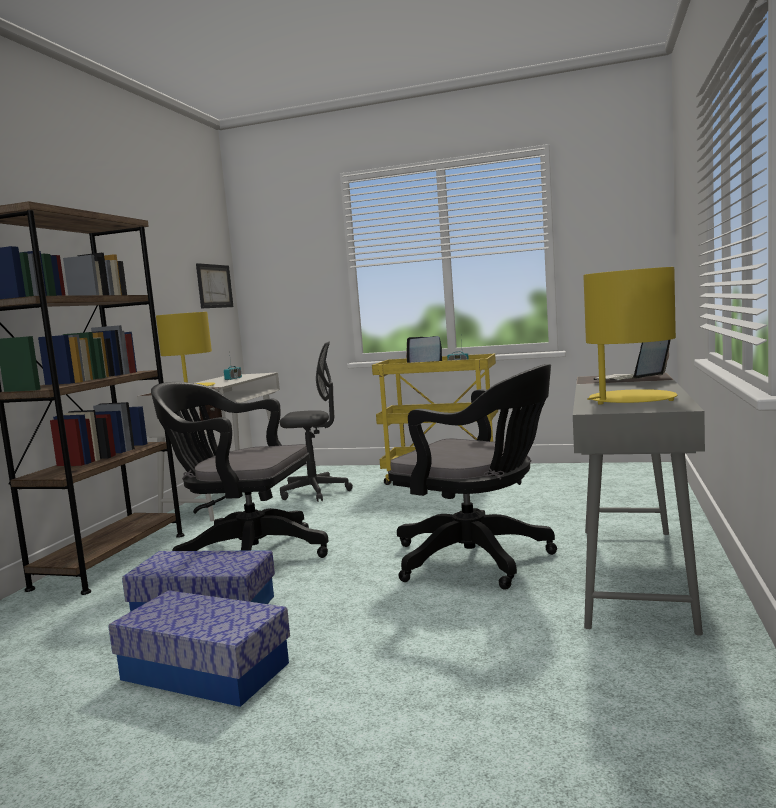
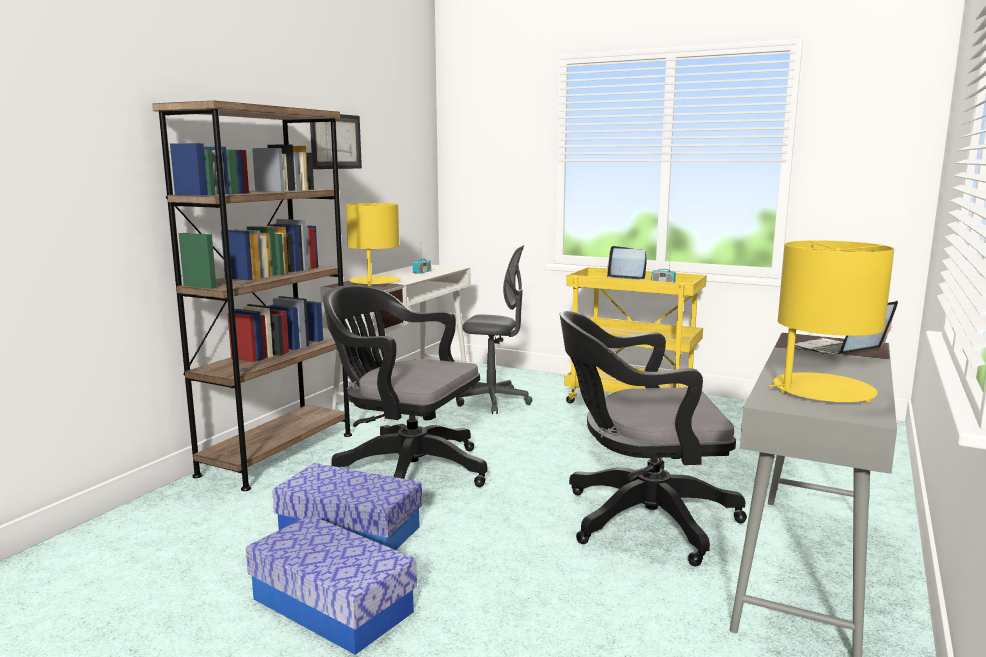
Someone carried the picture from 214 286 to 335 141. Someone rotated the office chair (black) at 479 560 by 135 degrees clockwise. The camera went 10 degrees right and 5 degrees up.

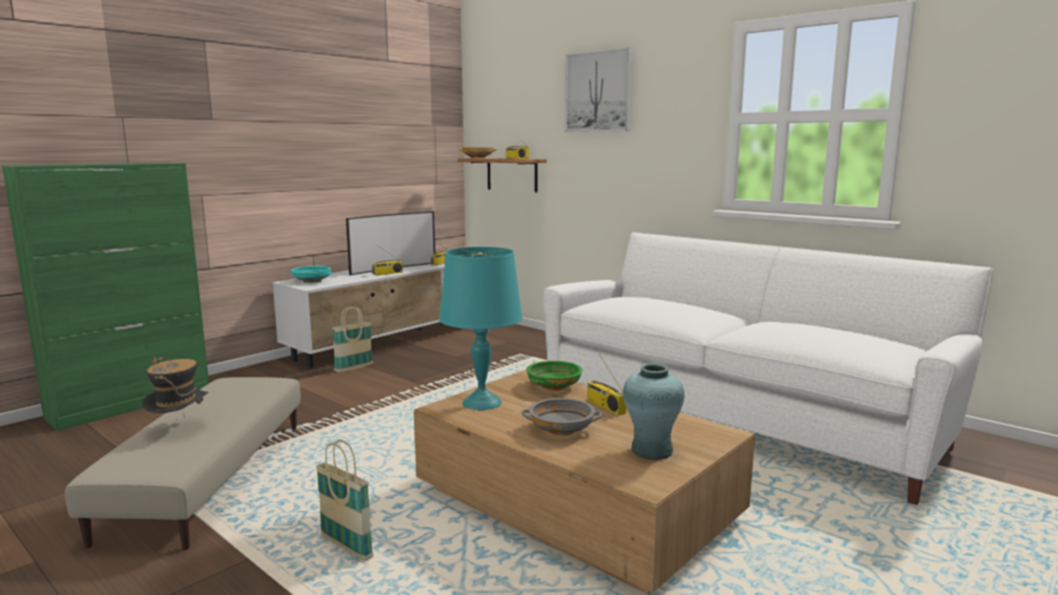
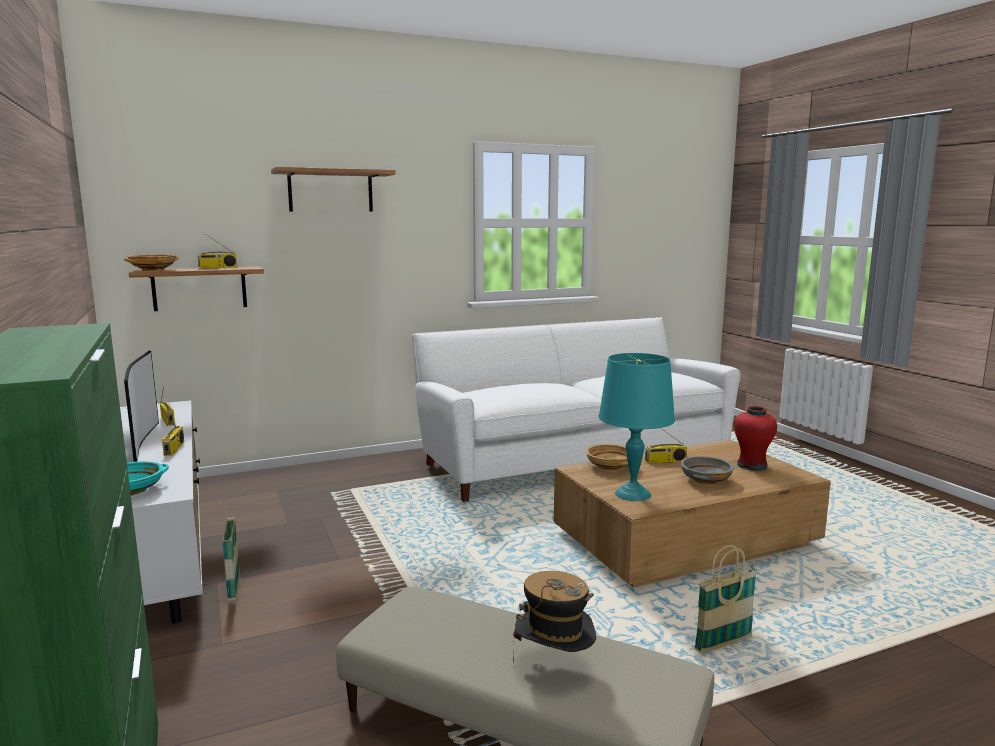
Someone swapped the picture at 598 91 for the shelf at 330 191. Someone repainted the bowl (green) at 554 386, which became the bowl (beige) at 609 466. Someone repainted the vase (turquoise) at 651 451, which became the vase (red) at 752 466. The camera went 65 degrees left and 0 degrees up.

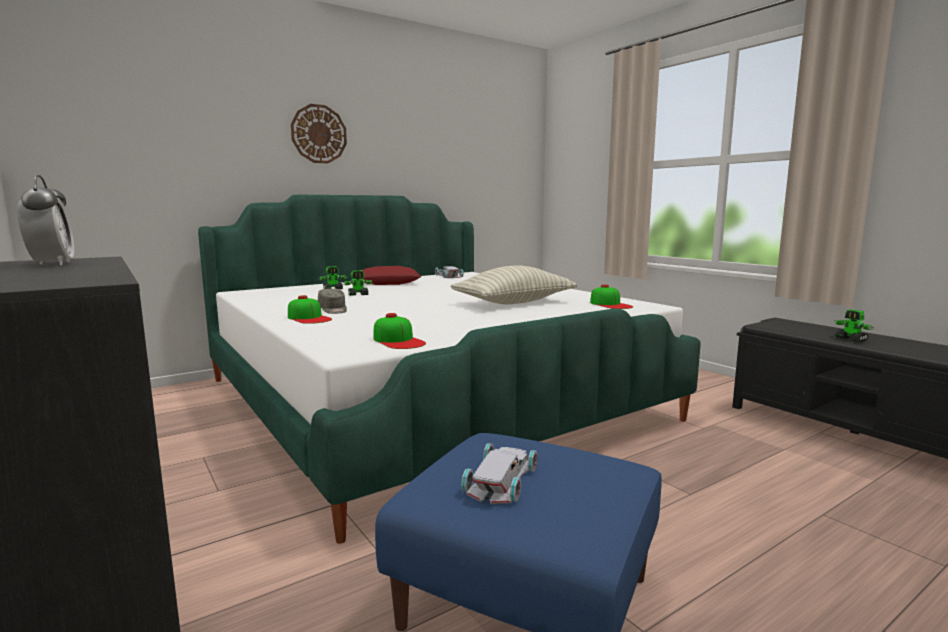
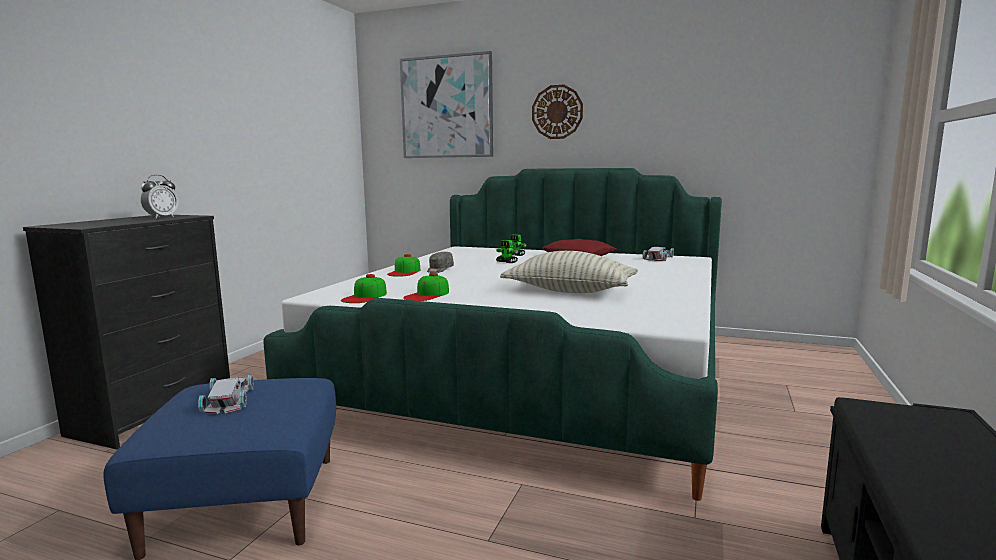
Someone rotated the toy car (white) at 502 480 by 90 degrees counterclockwise. Someone put up the picture at 447 107. Someone carried the cap from 610 304 to 427 295. Someone took away the toy robot at 851 339. The camera went 55 degrees right and 0 degrees up.

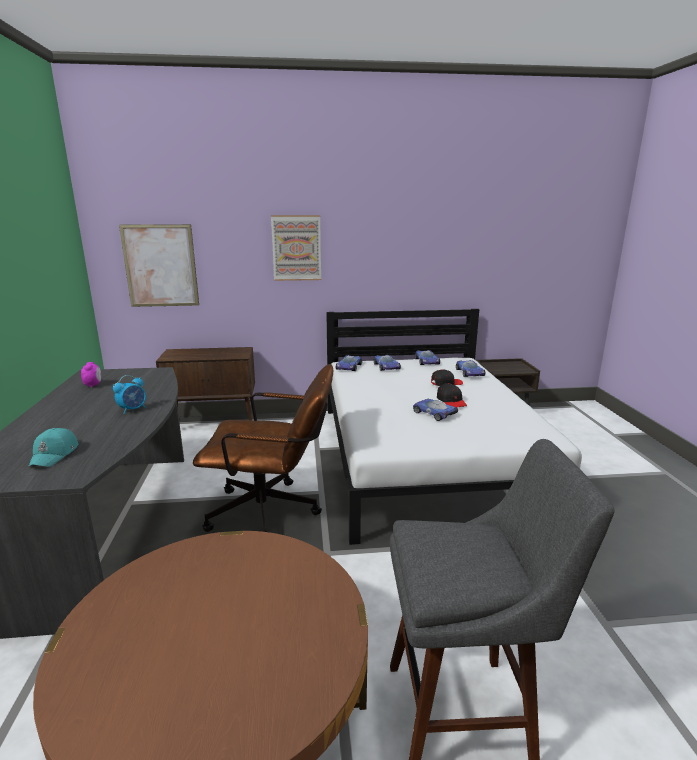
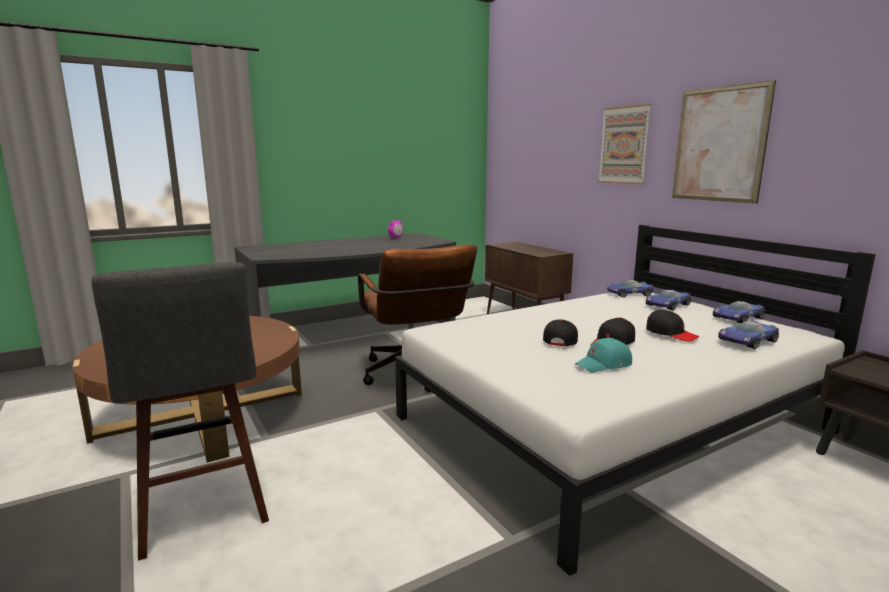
Someone swapped the toy car at 433 413 for the cap (black) at 560 340. Someone carried the cap (turquoise) from 55 454 to 604 365. Someone carried the picture from 160 266 to 719 144. Someone took away the alarm clock at 133 409. The camera went 65 degrees right and 5 degrees down.

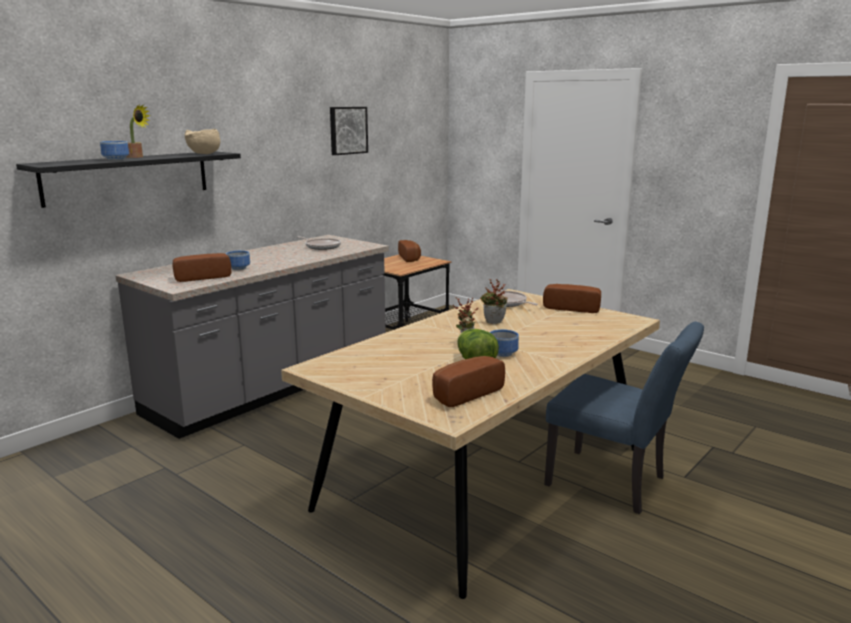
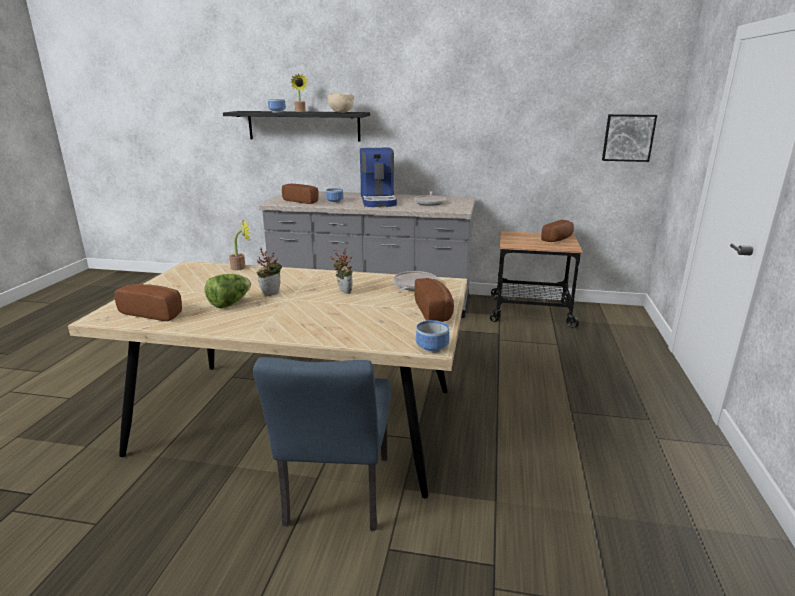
Someone put down the potted plant at 241 267. Someone put down the coffee machine at 379 201. Someone carried the bowl from 502 353 to 432 347. Someone carried the picture from 347 130 to 628 137. The camera went 60 degrees right and 5 degrees up.

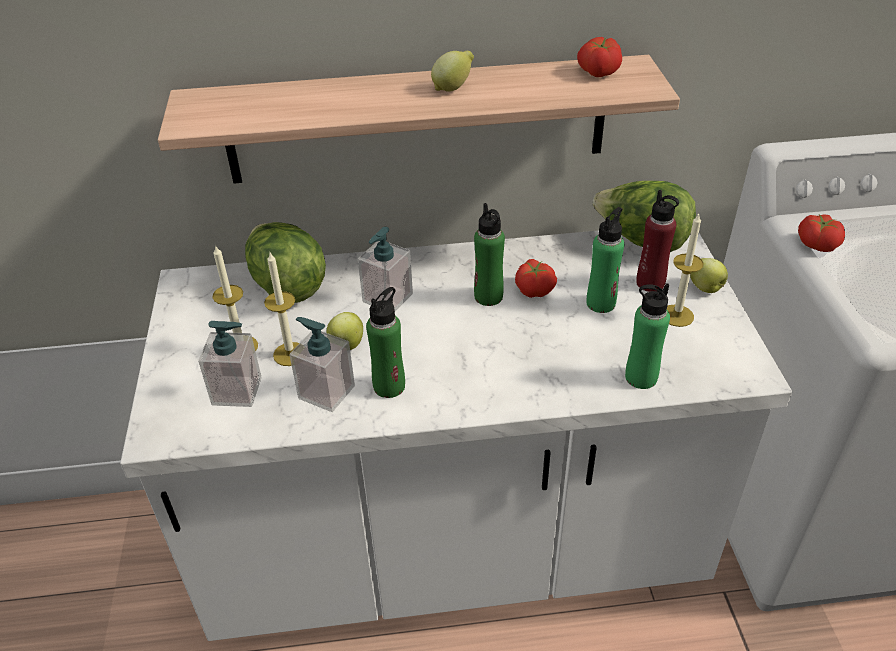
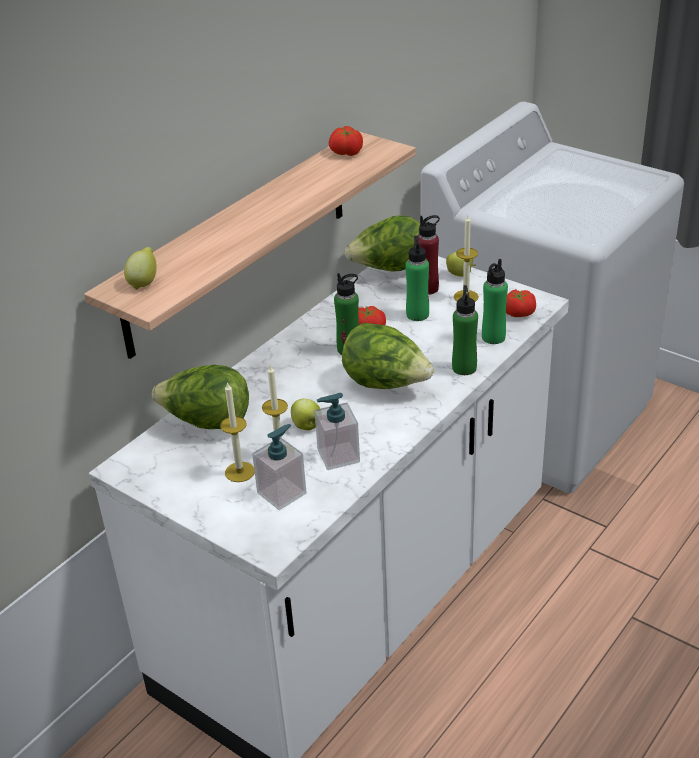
Someone carried the lemon from 453 88 to 144 282. Someone put down the lettuce at 386 384. Someone carried the bottle (green) from 389 386 to 464 368. Someone carried the tomato from 817 244 to 518 312. Someone took away the soap dispenser at 387 298. The camera went 45 degrees left and 5 degrees down.

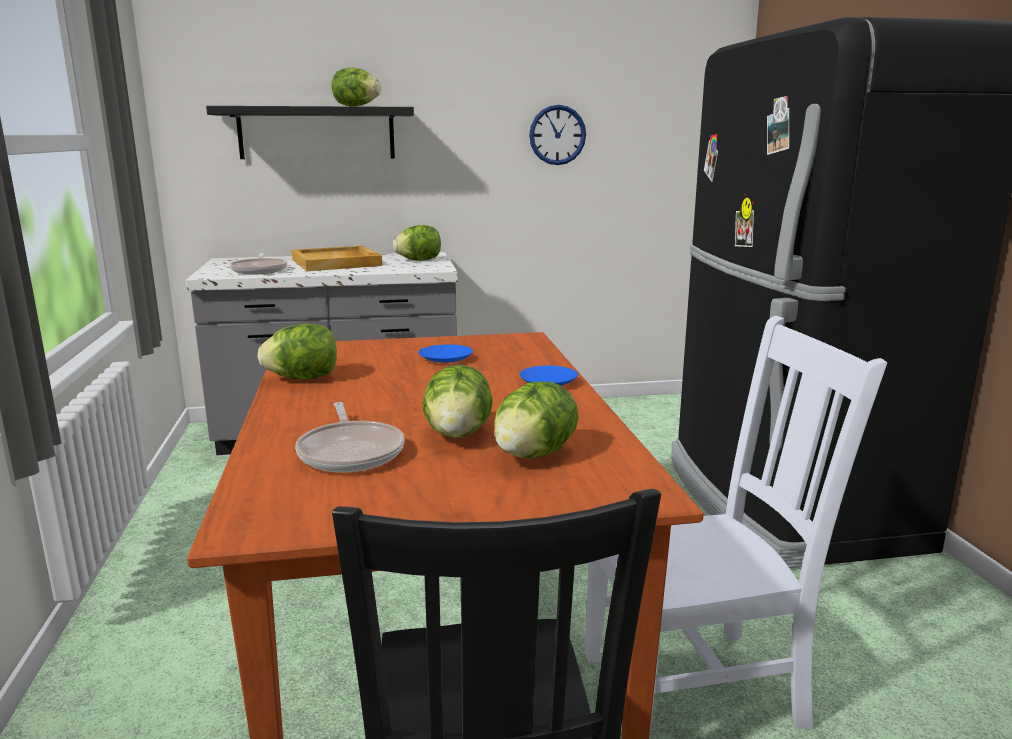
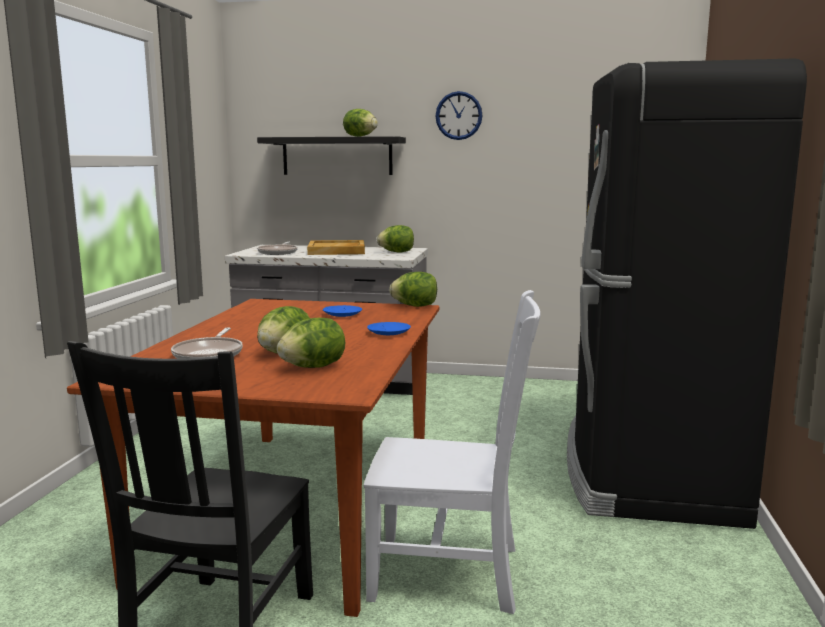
Someone carried the lettuce from 303 378 to 415 306. Someone carried the wall clock from 557 135 to 458 115. The camera went 20 degrees right and 5 degrees down.

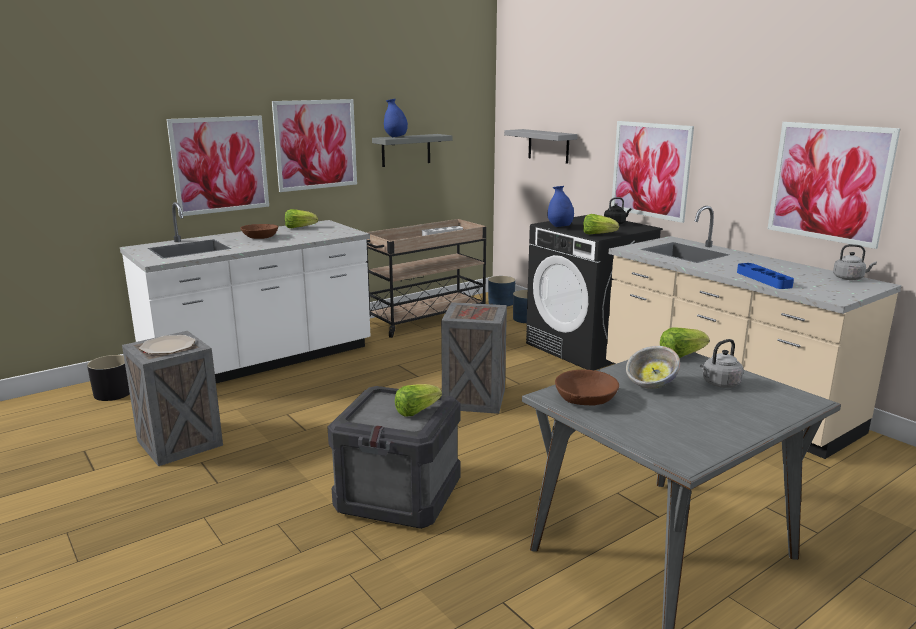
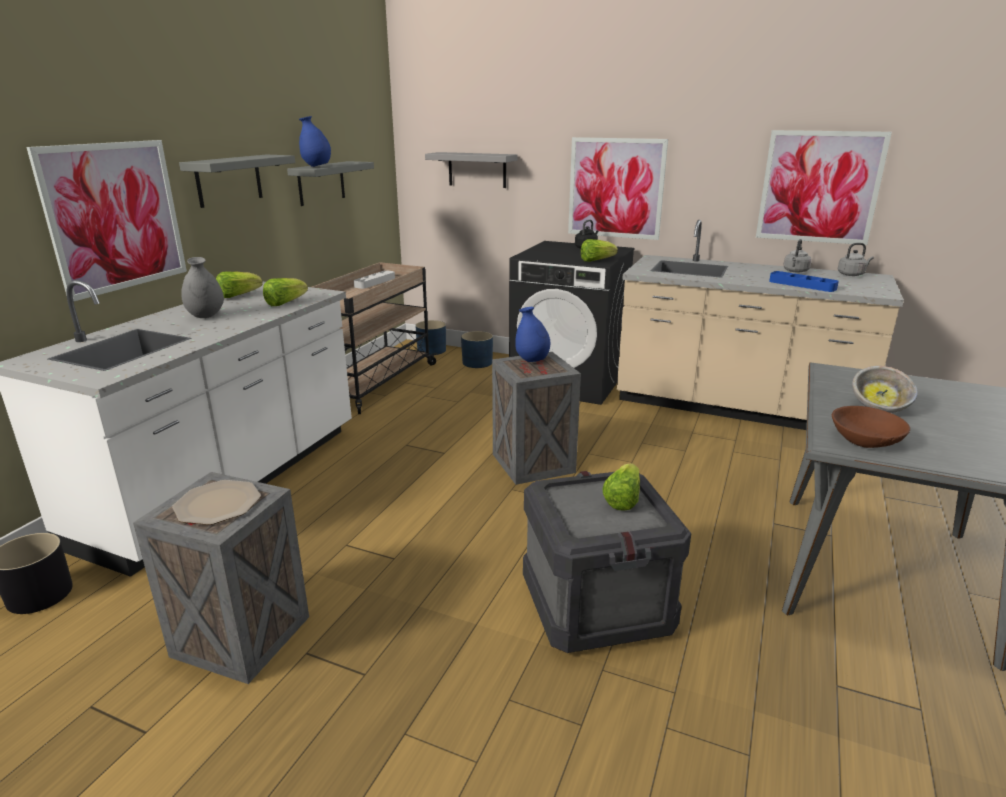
Someone swapped the picture at 316 144 for the shelf (grey) at 229 180. Someone swapped the bowl (brown) at 260 237 for the vase (grey) at 206 316. Someone carried the lettuce from 681 355 to 285 303. Someone carried the vase (blue) from 560 227 to 532 360. Someone carried the kettle (grey) from 719 384 to 795 271. The camera went 30 degrees left and 5 degrees up.

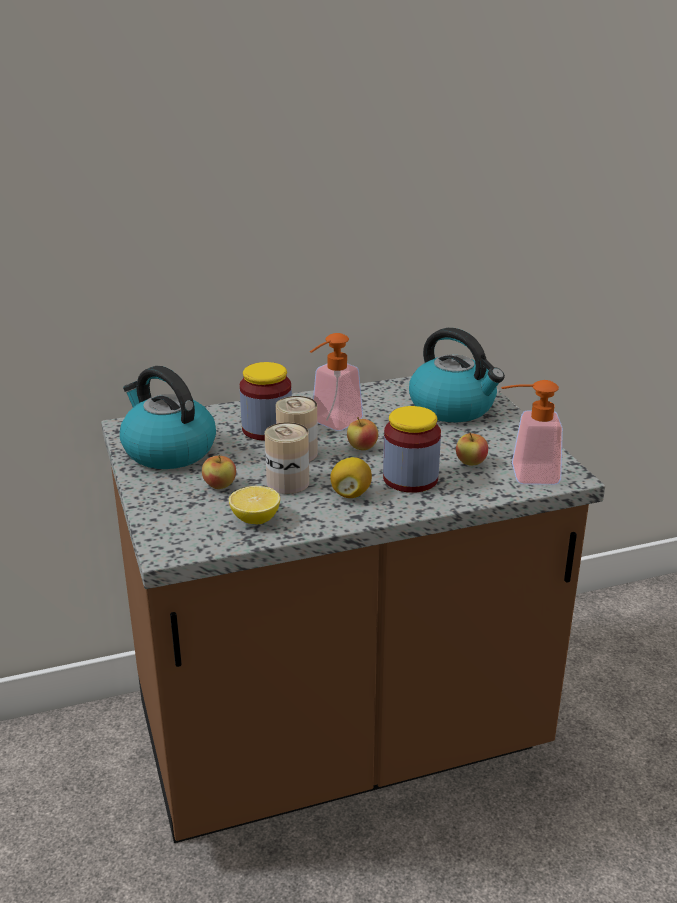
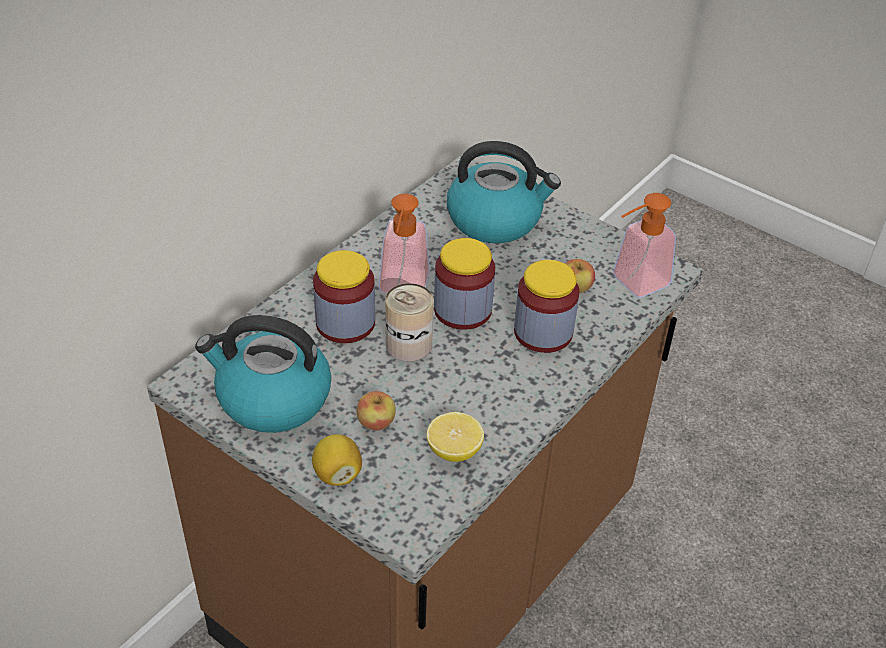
Someone carried the lemon from 351 493 to 337 474. Someone swapped the apple at 362 448 for the jar at 462 310. Someone took away the can at 288 482. The camera went 35 degrees left and 15 degrees up.

